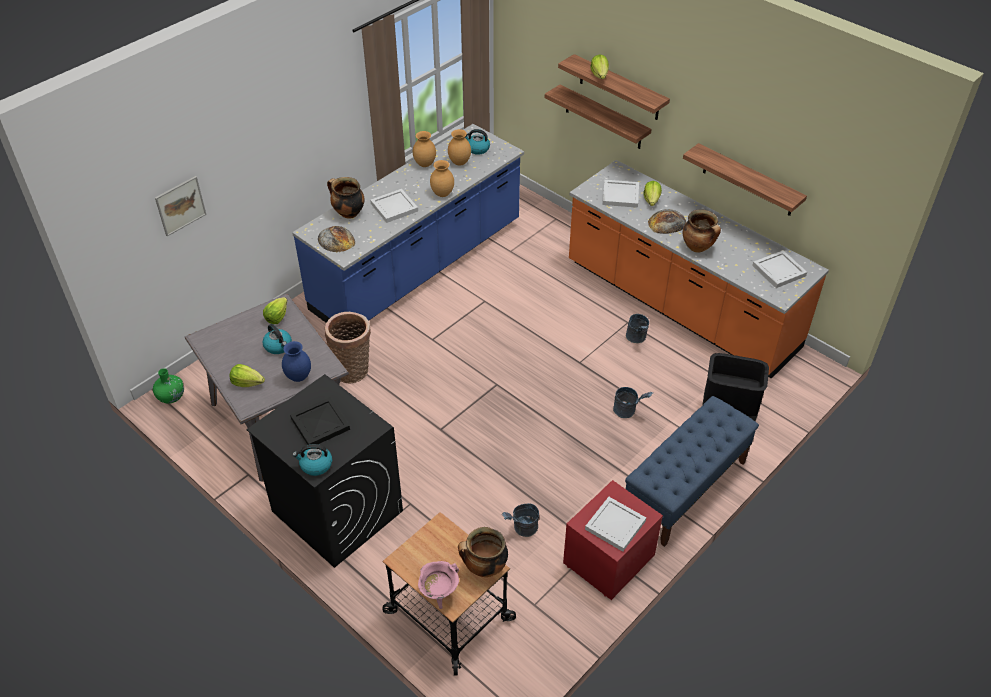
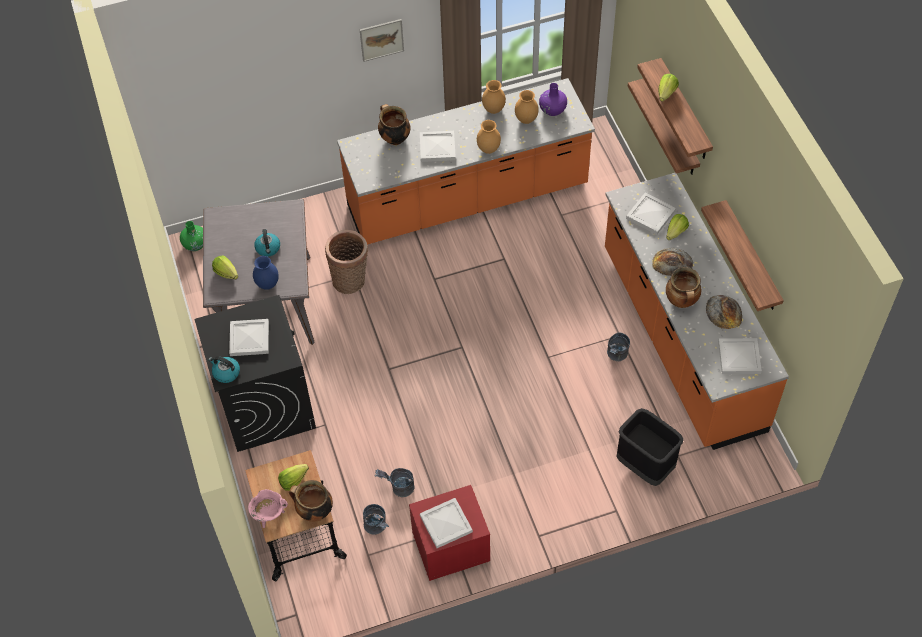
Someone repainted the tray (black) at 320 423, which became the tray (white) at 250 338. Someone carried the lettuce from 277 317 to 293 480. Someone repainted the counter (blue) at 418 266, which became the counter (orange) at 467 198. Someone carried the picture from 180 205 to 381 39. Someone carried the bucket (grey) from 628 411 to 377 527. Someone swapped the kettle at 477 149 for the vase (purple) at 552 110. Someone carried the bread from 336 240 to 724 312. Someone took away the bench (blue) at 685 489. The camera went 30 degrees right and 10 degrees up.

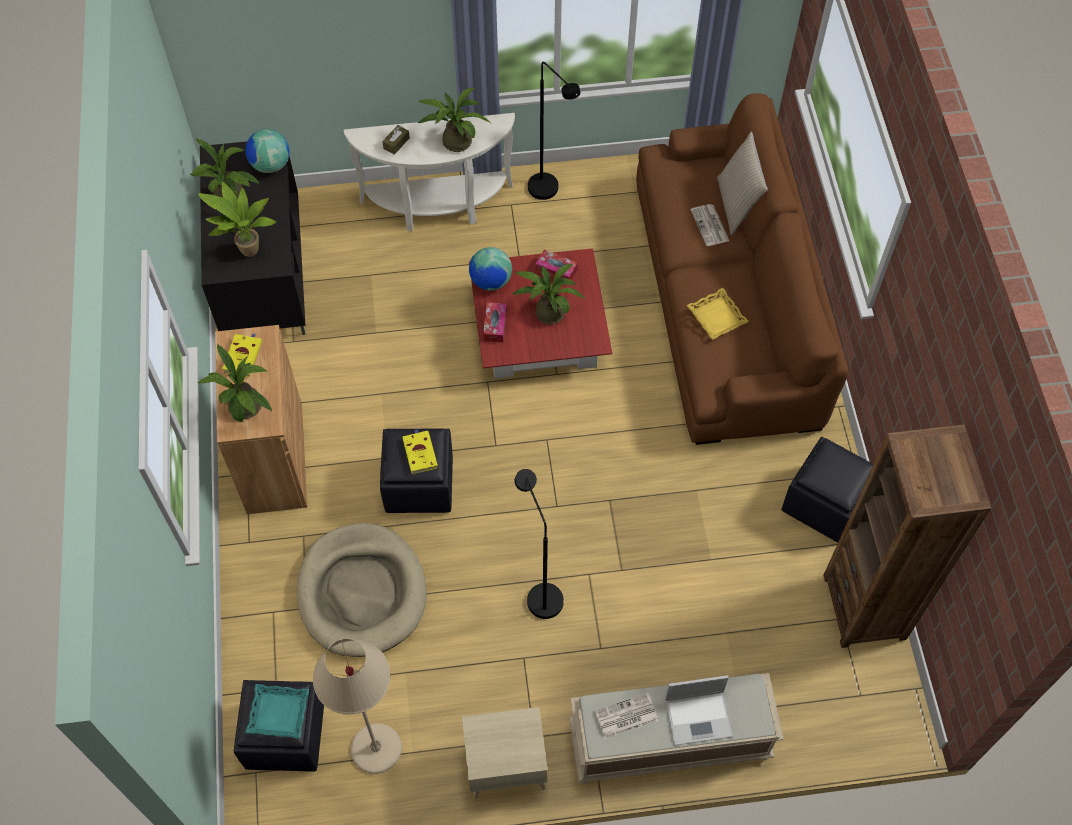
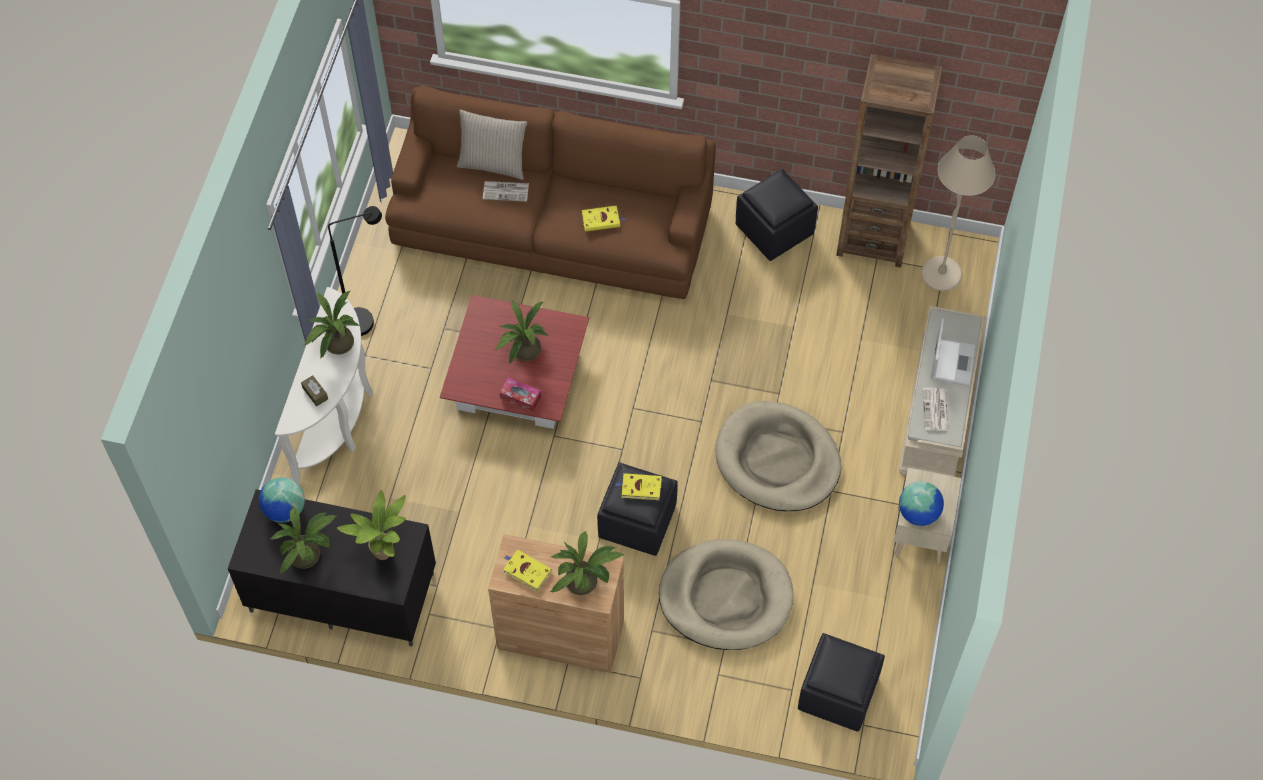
Someone swapped the tray (yellow) at 717 316 for the book (yellow) at 602 220. Someone swapped the floor lamp (black) at 540 593 for the dog bed (beige) at 777 460. Someone carried the globe from 490 281 to 918 513. Someone carried the floor lamp (beige) from 376 749 to 941 274. Someone took away the tray (turquoise) at 278 713. Someone took away the tissue box at 556 270. The camera went 70 degrees left and 0 degrees up.

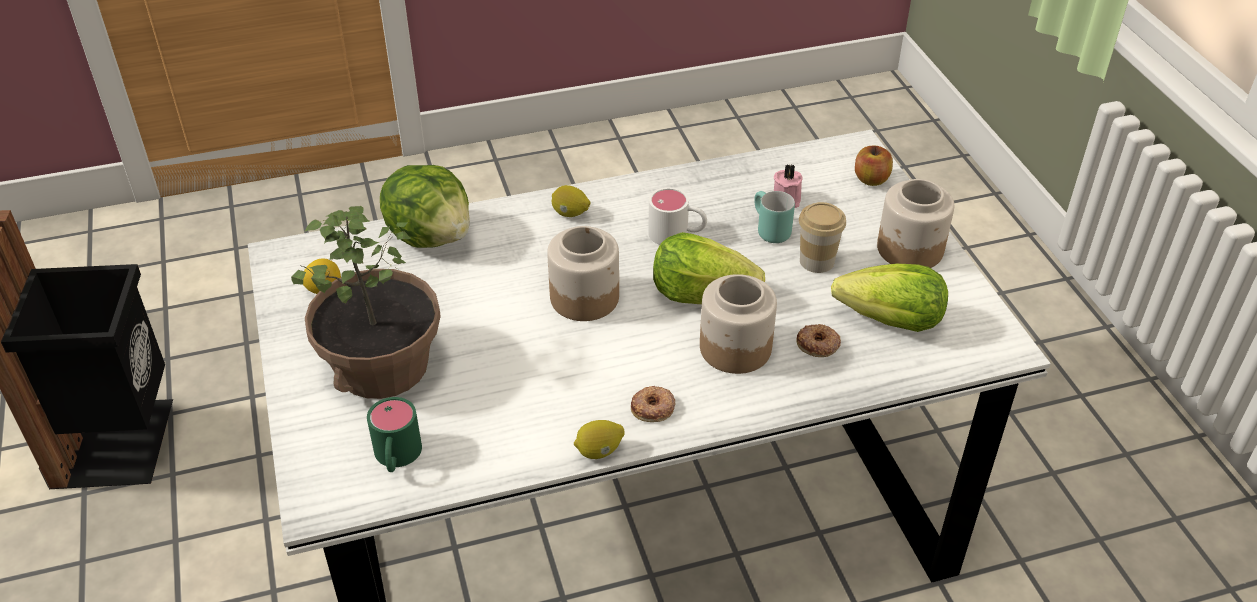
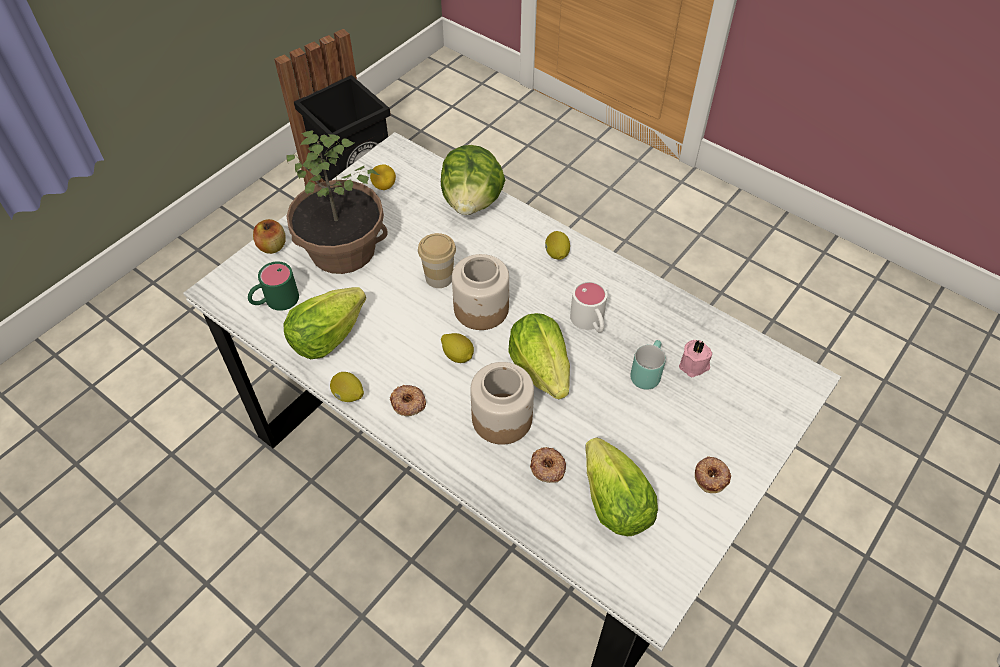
Someone carried the apple from 871 179 to 272 246. Someone put down the lettuce at 326 337. Someone carried the cup from 816 261 to 439 277. Someone put down the lemon at 458 355. Someone swapped the jar at 910 250 for the donut at 711 476. The camera went 55 degrees right and 10 degrees up.

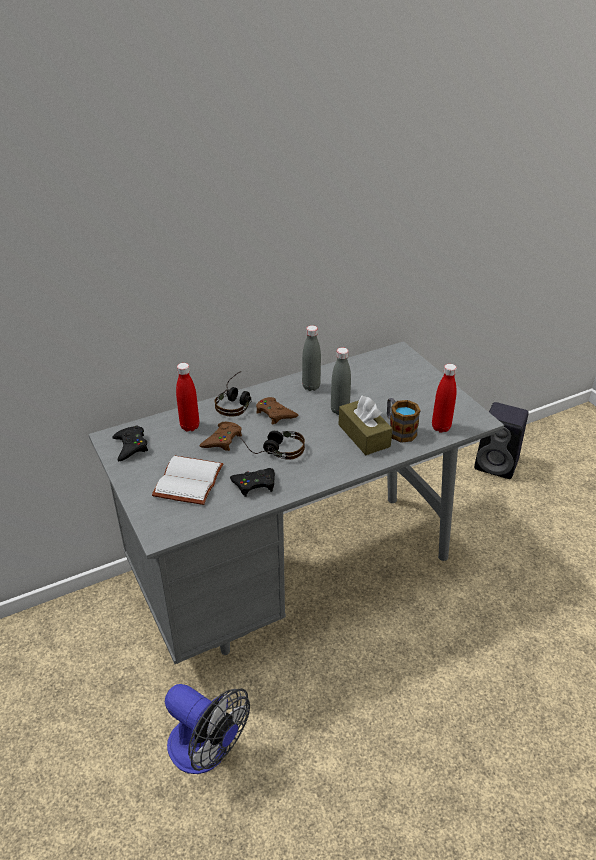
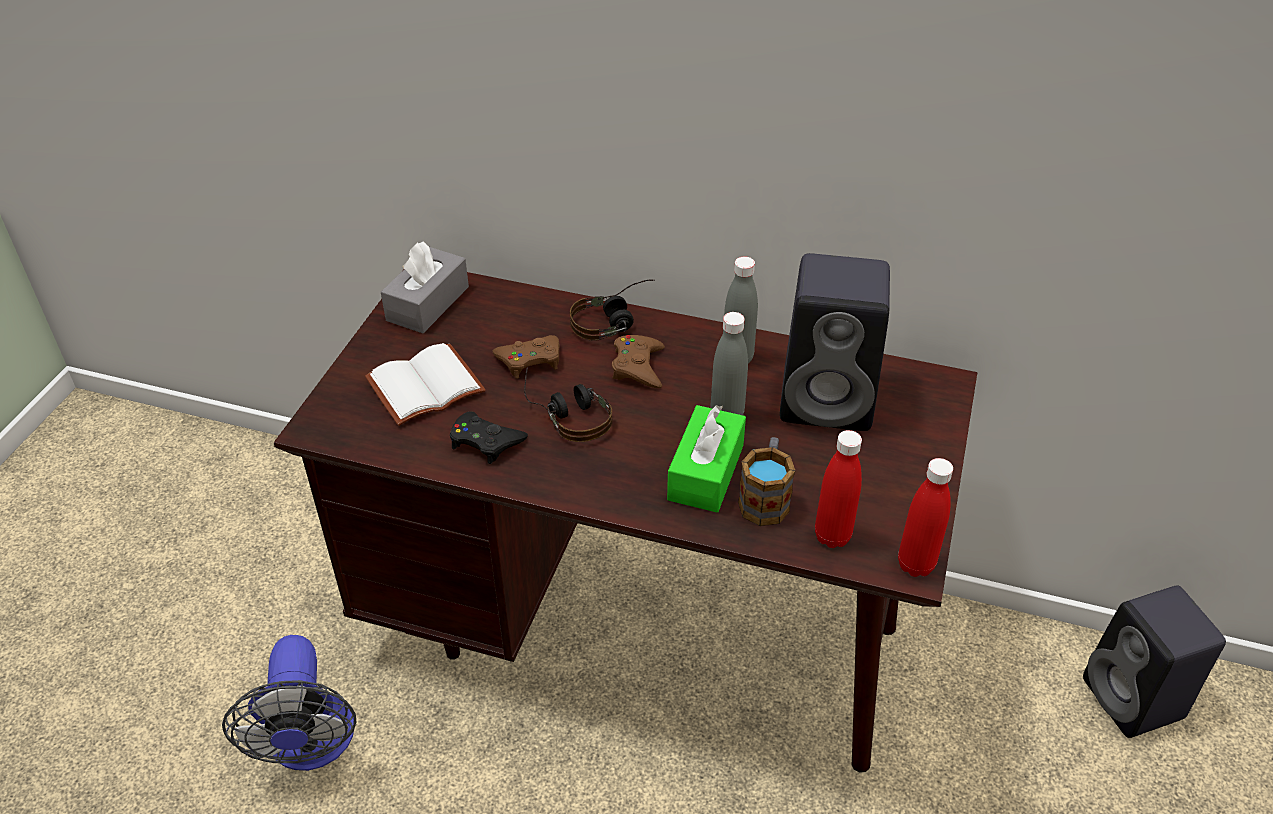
Someone repainted the desk (grey) at 297 575, which became the desk (brown) at 637 631. Someone swapped the game controller (black) at 131 446 for the tissue box (grey) at 428 303. Someone repainted the tissue box (brown) at 364 435, which became the tissue box (green) at 706 472. Someone put down the speaker (black) at 830 400. Someone carried the bottle (red) from 190 426 to 915 564. The camera went 45 degrees right and 5 degrees up.

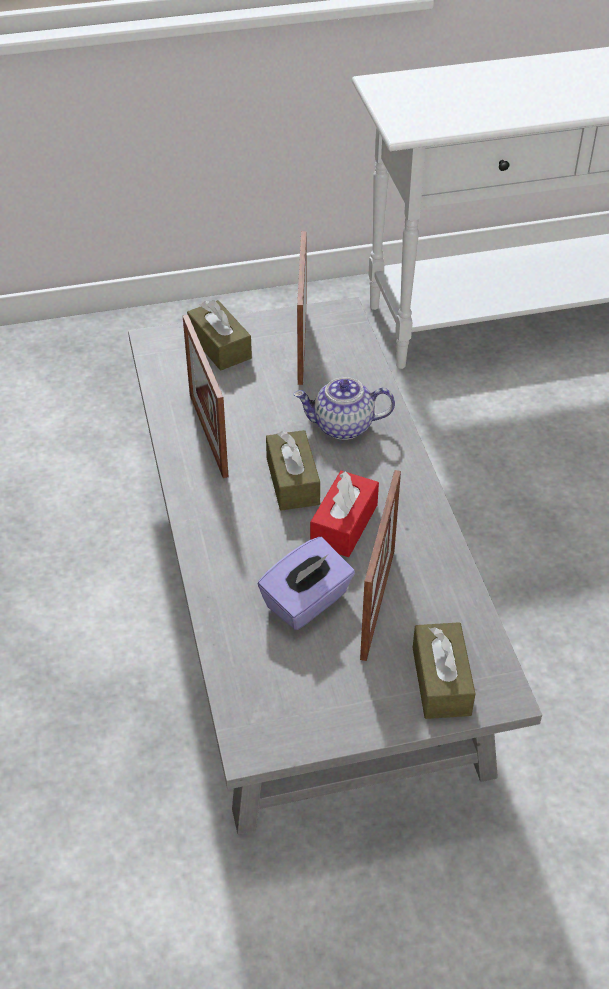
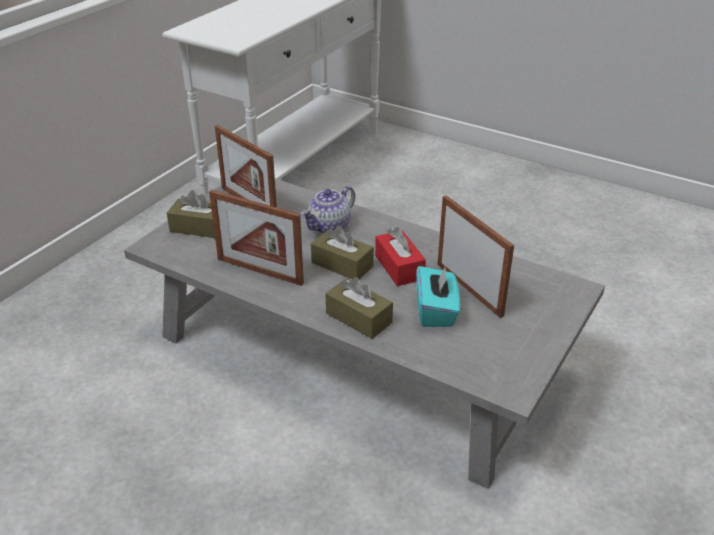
Someone carried the tissue box (brown) from 441 681 to 358 318. Someone repainted the tissue box (purple) at 307 602, which became the tissue box (turquoise) at 436 311. The camera went 45 degrees left and 10 degrees down.

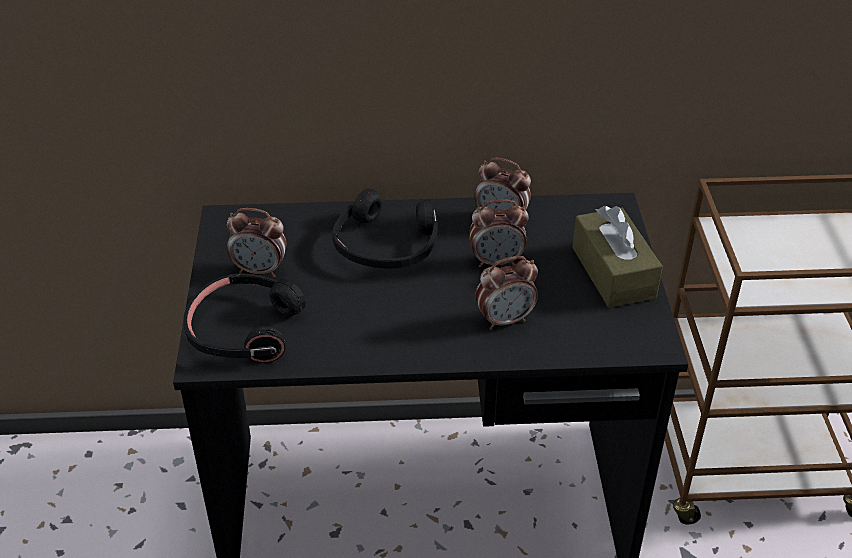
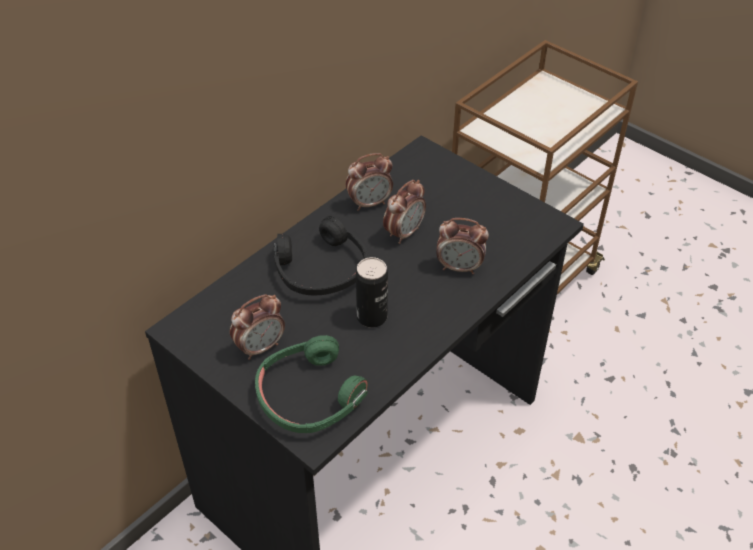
Someone repainted the headphones (black) at 244 329, which became the headphones (green) at 309 395. Someone put down the can at 372 317. Someone rotated the alarm clock at 505 320 by 75 degrees clockwise. Someone took away the tissue box (brown) at 613 272. The camera went 45 degrees left and 5 degrees up.

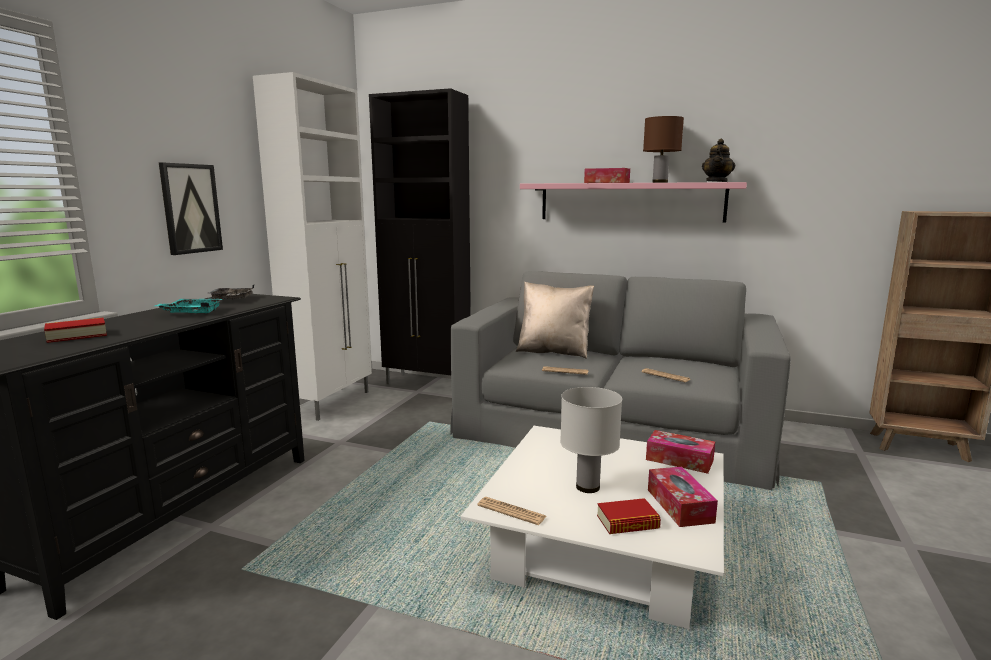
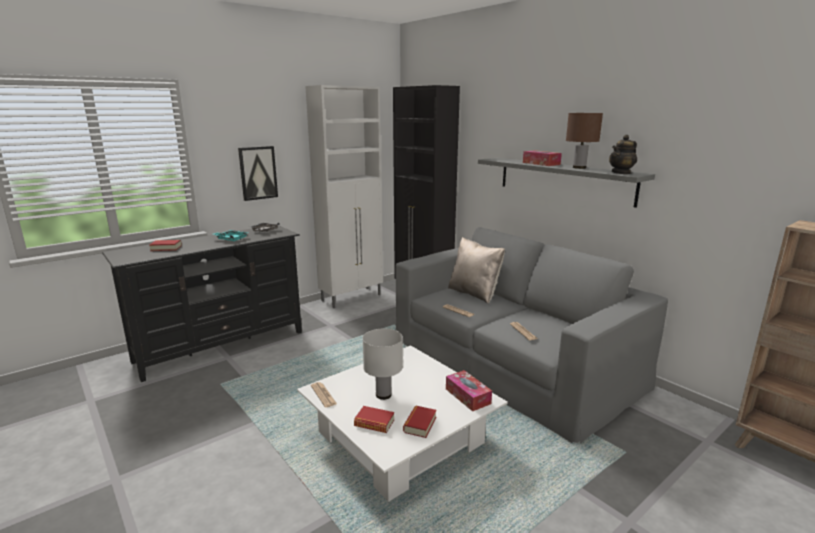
Someone swapped the tissue box at 679 505 for the book at 420 424. Someone repainted the shelf (pink) at 630 202, which became the shelf (grey) at 563 180. The camera went 30 degrees right and 5 degrees up.

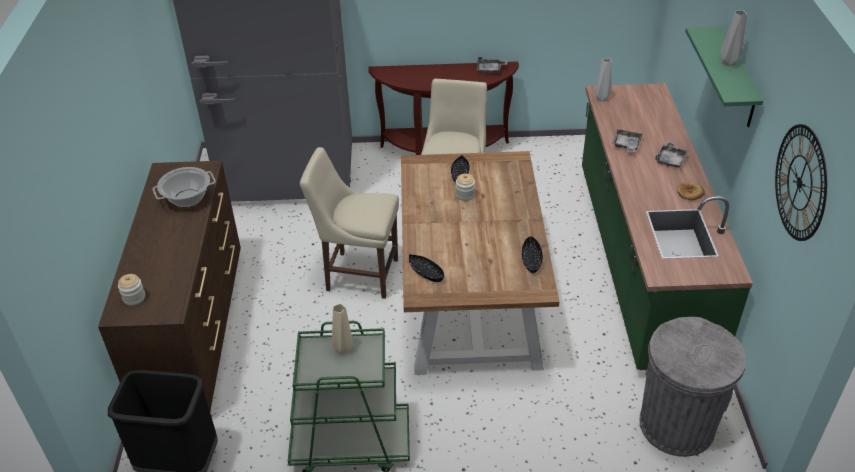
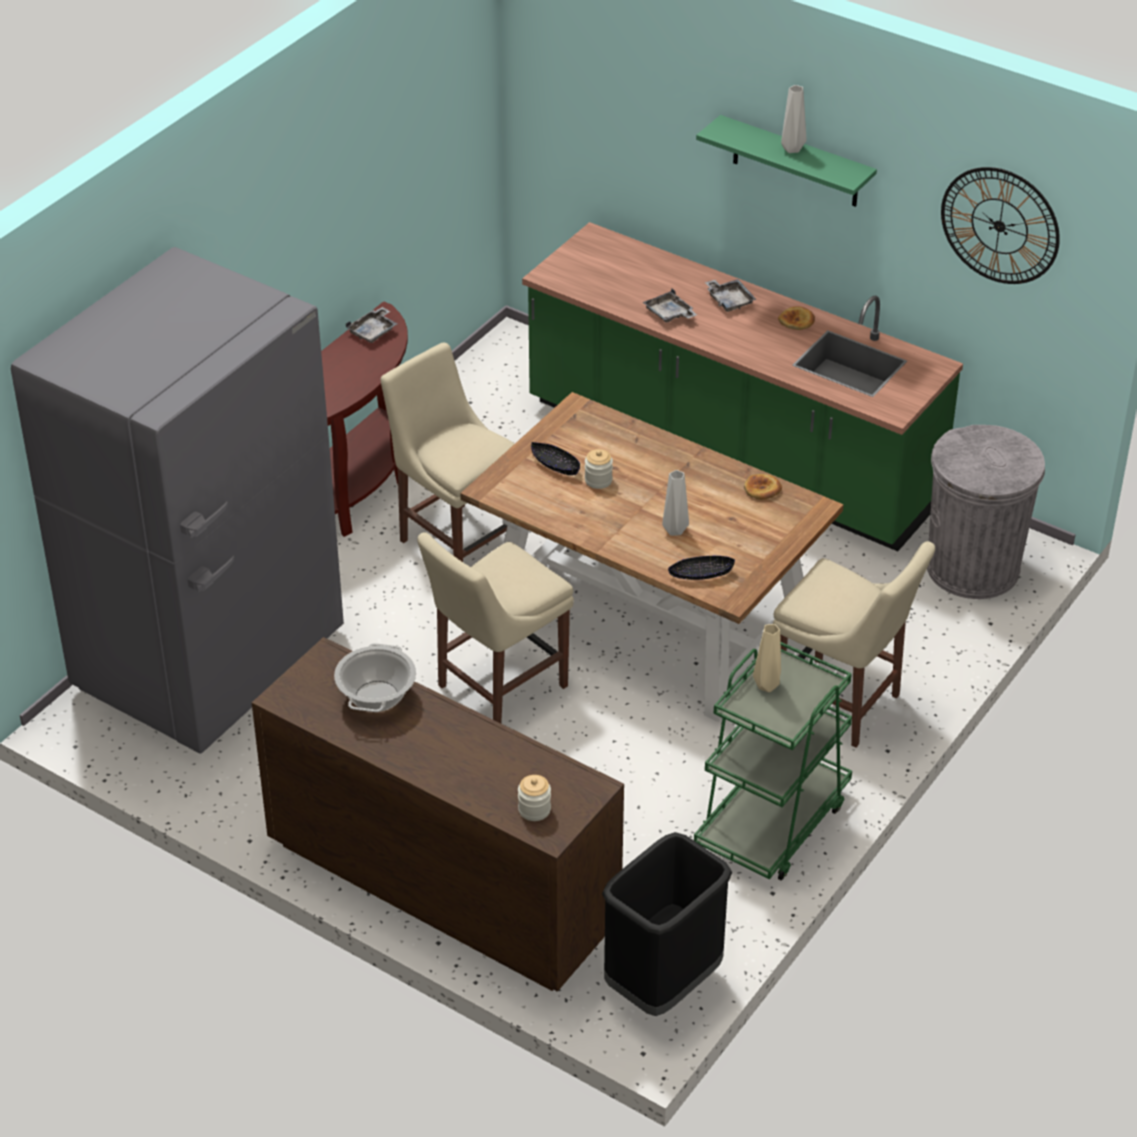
Someone carried the vase (grey) from 601 98 to 674 530. Someone swapped the bowl (black) at 531 260 for the bread at 762 489. Someone put down the chair (beige) at 841 705. The camera went 55 degrees left and 0 degrees up.

